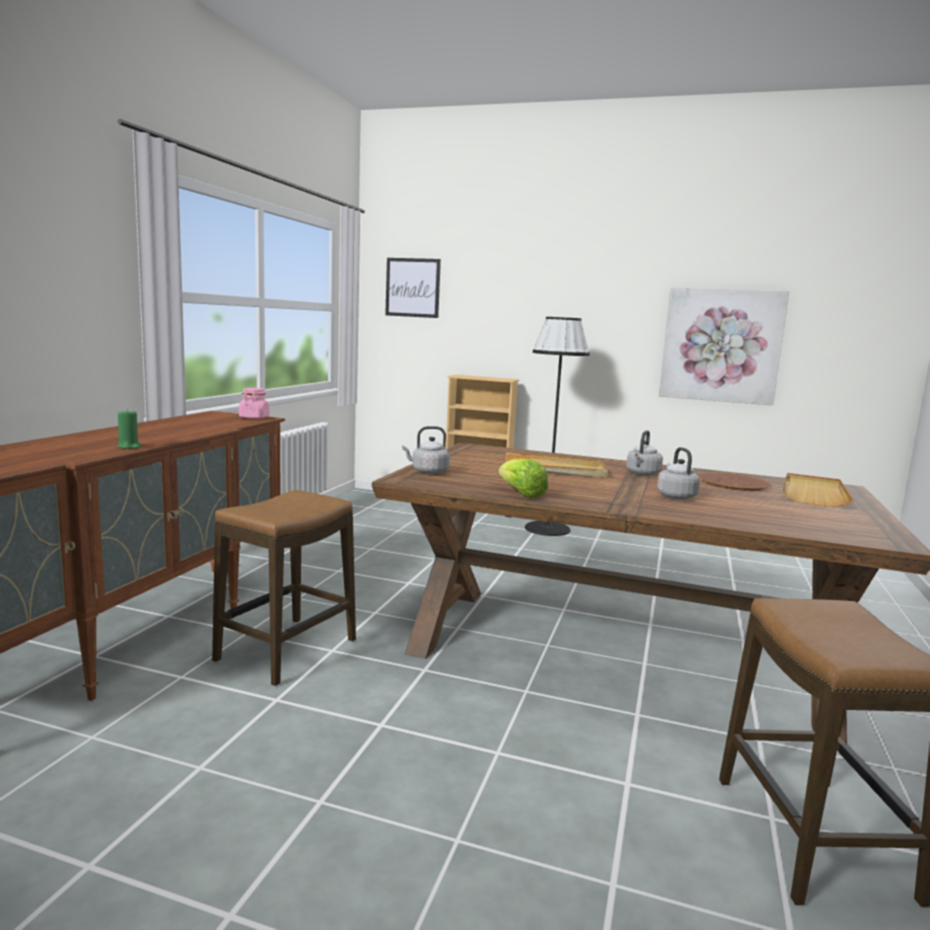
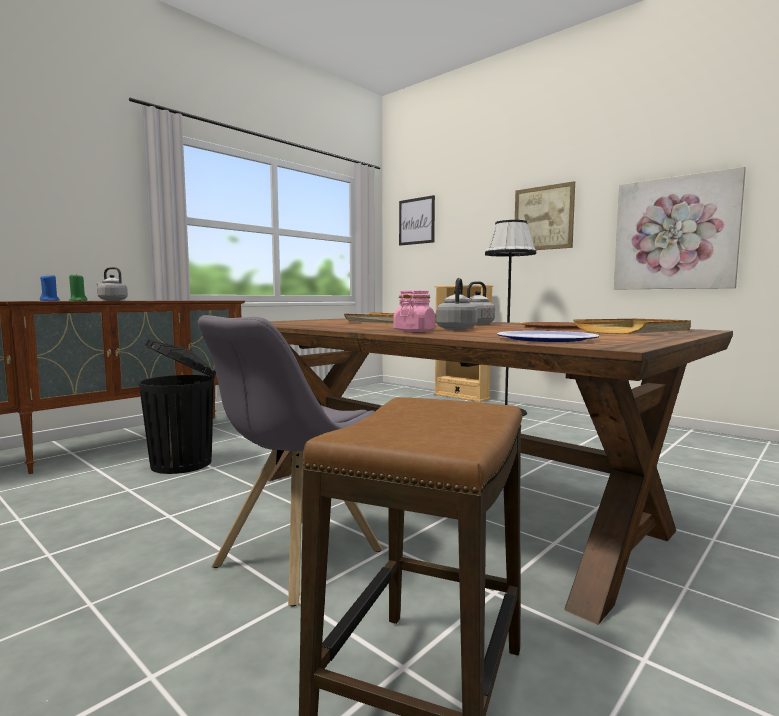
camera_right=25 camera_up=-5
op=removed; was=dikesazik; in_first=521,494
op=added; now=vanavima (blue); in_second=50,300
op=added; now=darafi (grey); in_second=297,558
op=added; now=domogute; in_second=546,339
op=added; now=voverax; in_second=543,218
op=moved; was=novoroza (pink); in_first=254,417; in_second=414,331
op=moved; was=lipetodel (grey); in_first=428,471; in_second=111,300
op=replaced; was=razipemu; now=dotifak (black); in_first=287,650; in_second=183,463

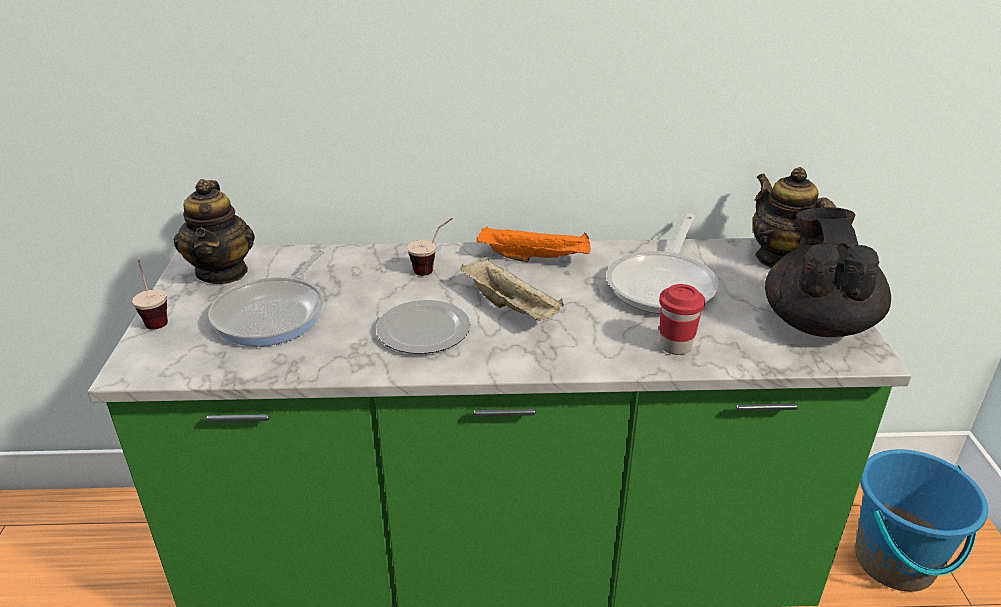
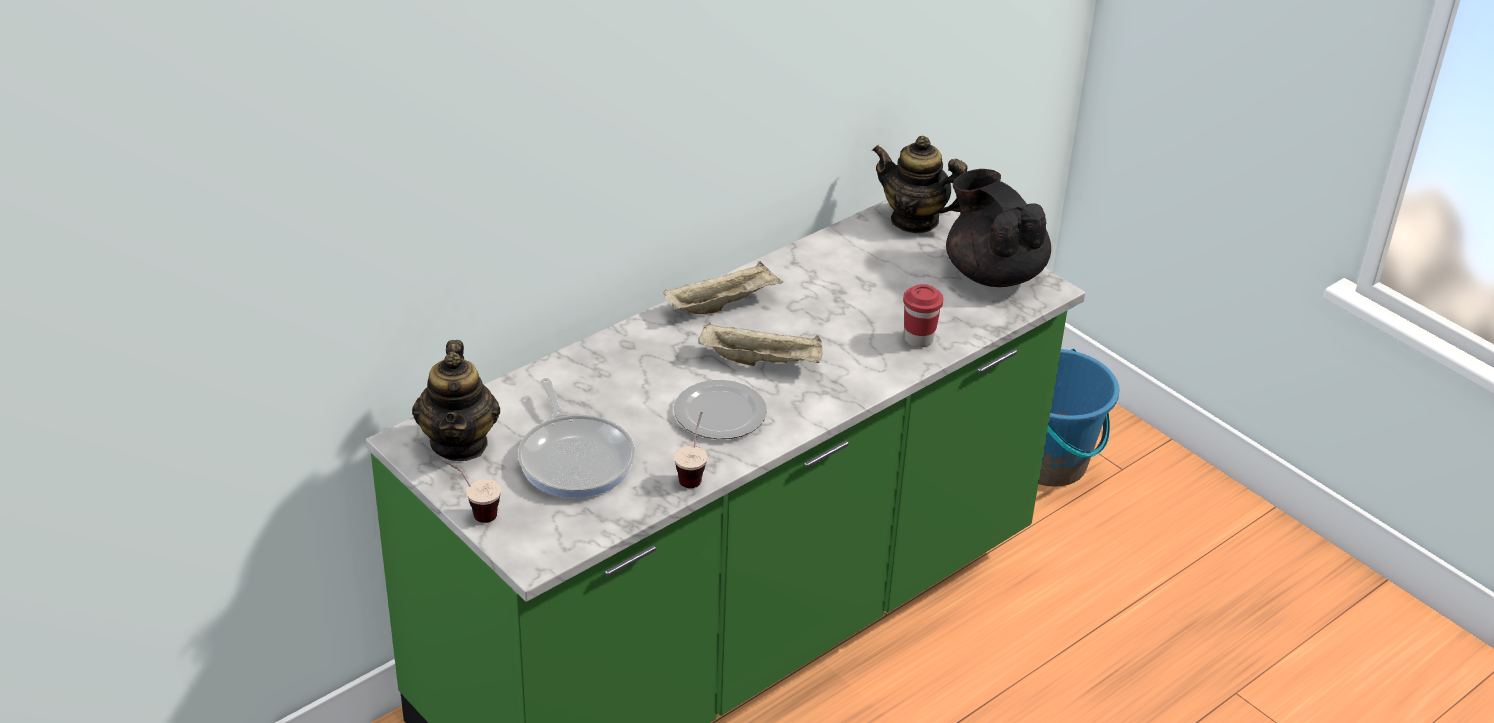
camera_right=-40 camera_up=5
op=removed; was=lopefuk; in_first=664,284
op=moved; was=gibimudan; in_first=433,267; in_second=693,472
op=recoloured; was=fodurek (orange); now=fodurek (beige); in_first=535,258; in_second=723,304
op=turned; was=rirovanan; in_first=222,272; in_second=460,443; clockwise=45

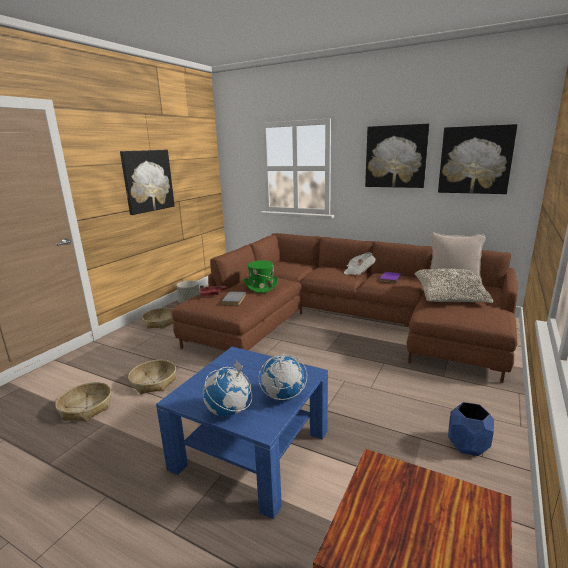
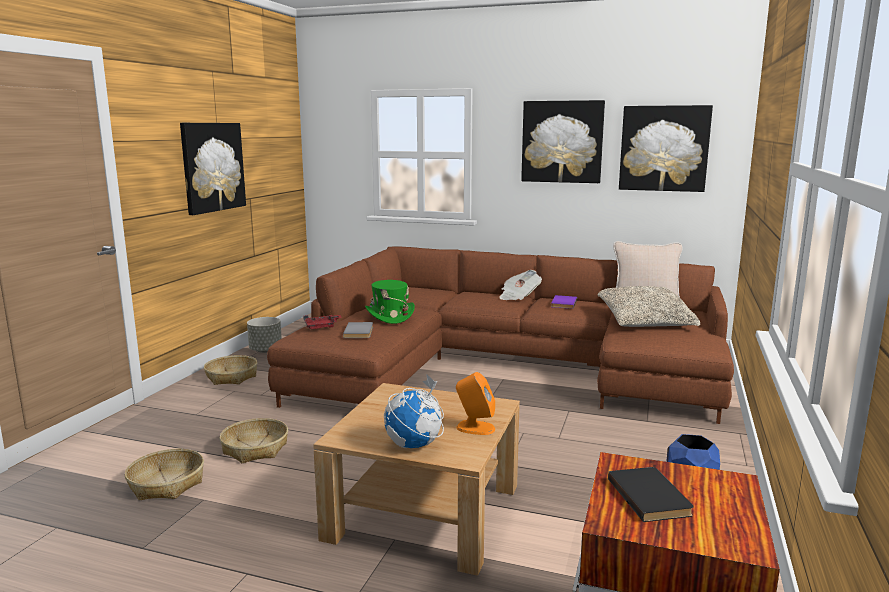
camera_right=-10 camera_up=-5
op=added; now=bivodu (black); in_second=651,496
op=replaced; was=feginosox; now=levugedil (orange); in_first=283,396; in_second=475,428
op=recoloured; was=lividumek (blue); now=lividumek (brown); in_first=251,449; in_second=424,512

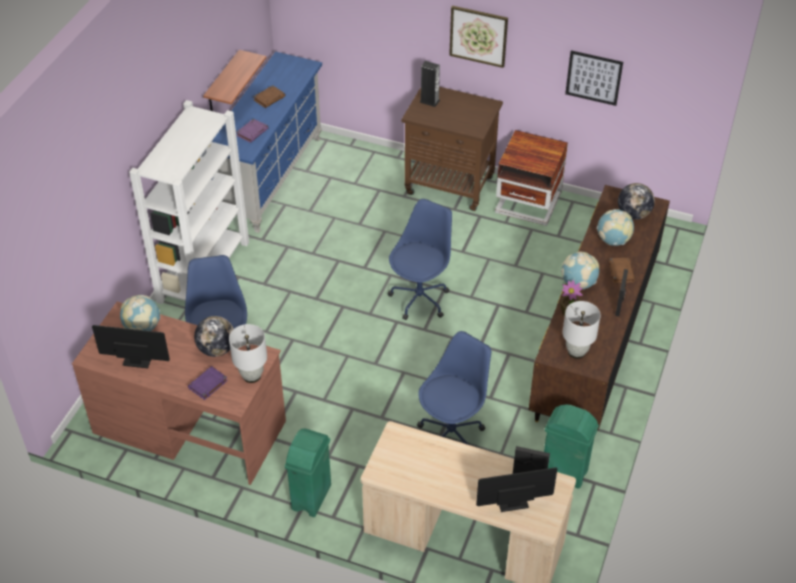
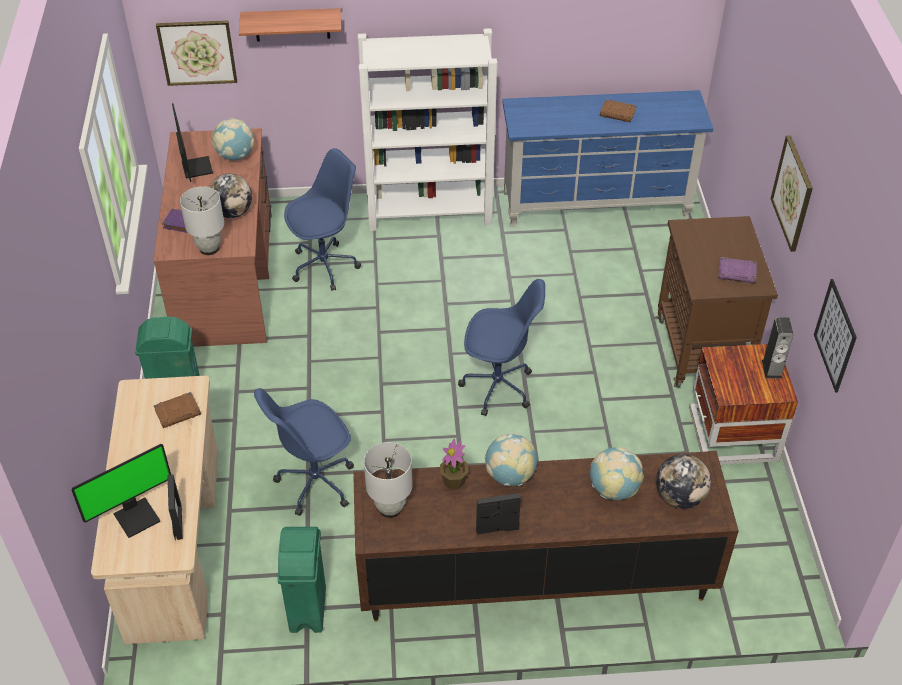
camera_right=65 camera_up=0
op=added; now=voverax; in_second=197,52
op=moved; was=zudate; in_first=222,83; in_second=292,24
op=moved; was=bivodu (purple); in_first=252,132; in_second=737,273
op=moved; was=levugedil; in_first=429,101; in_second=772,369
op=moved; was=bivodu (brown); in_first=620,272; in_second=178,412
op=turned; was=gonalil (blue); in_first=452,434; in_second=314,484; clockwise=135
op=turned; was=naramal; in_first=511,500; in_second=136,516; clockwise=90

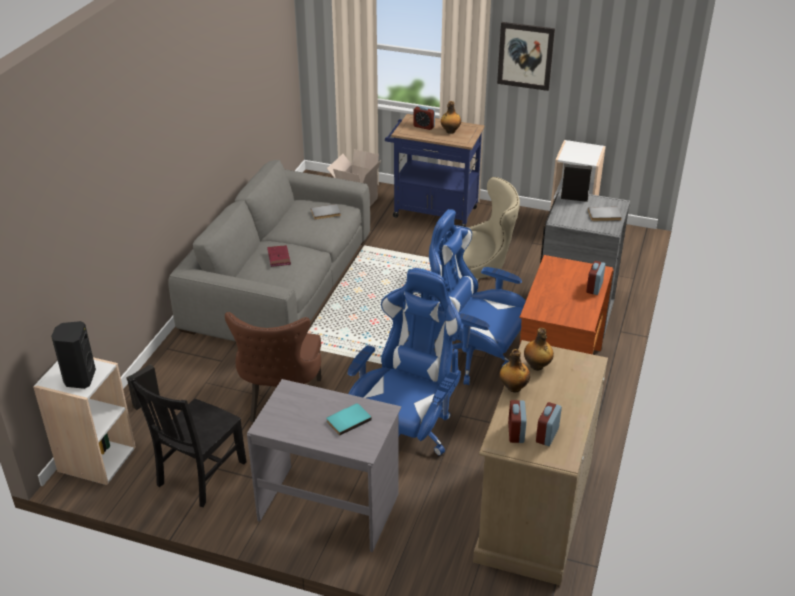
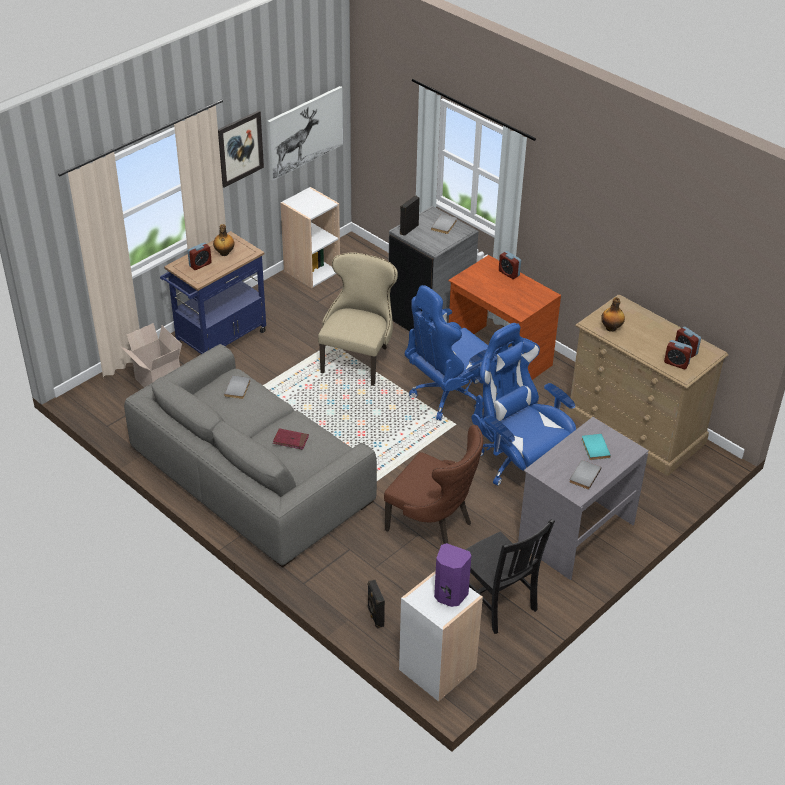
camera_right=-65 camera_up=5
op=removed; was=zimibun; in_first=513,388
op=added; now=voverax; in_second=305,132
op=added; now=bivodu (grey); in_second=583,475
op=recoloured; was=levugedil (black); now=levugedil (purple); in_first=79,378; in_second=449,595

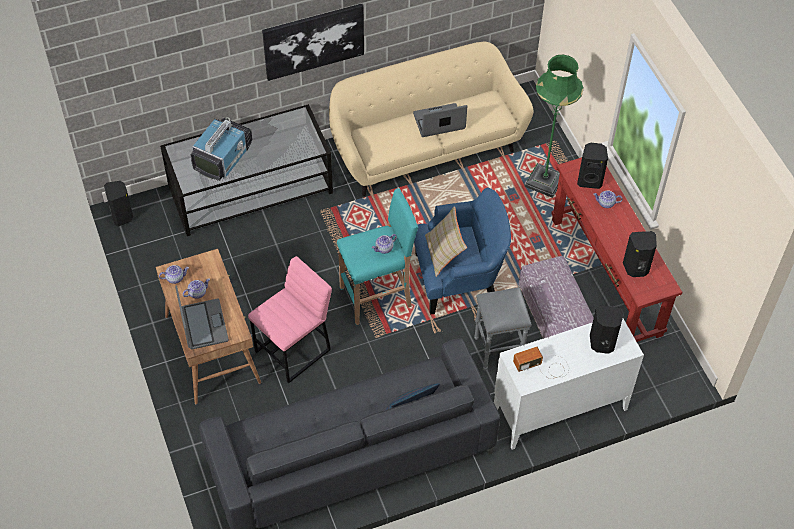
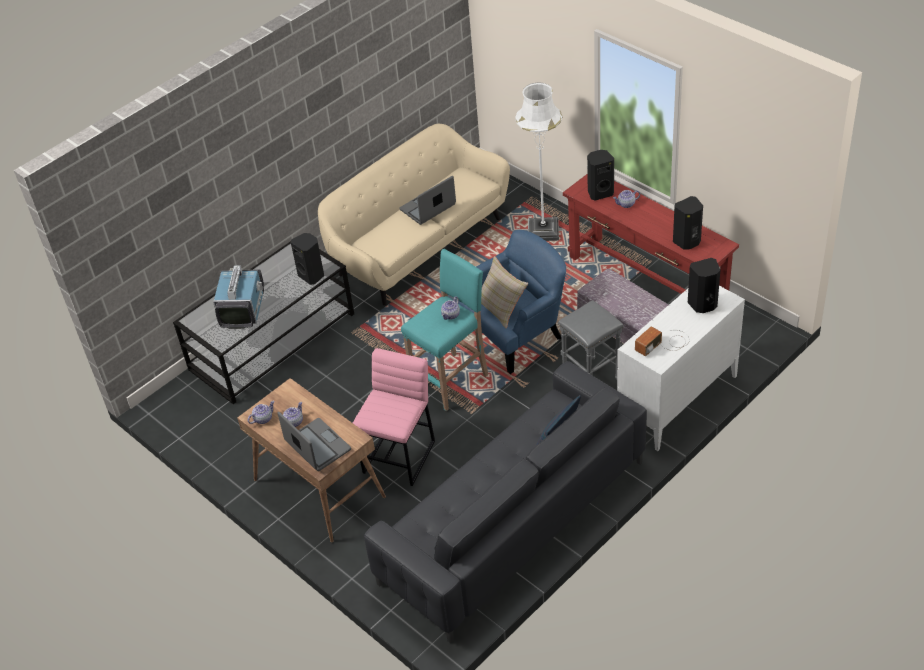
camera_right=-20 camera_up=-10
op=removed; was=voverax; in_first=313,41
op=moved; was=levugedil (black); in_first=122,216; in_second=312,275
op=recoloured; was=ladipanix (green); now=ladipanix (white); in_first=544,182; in_second=543,231

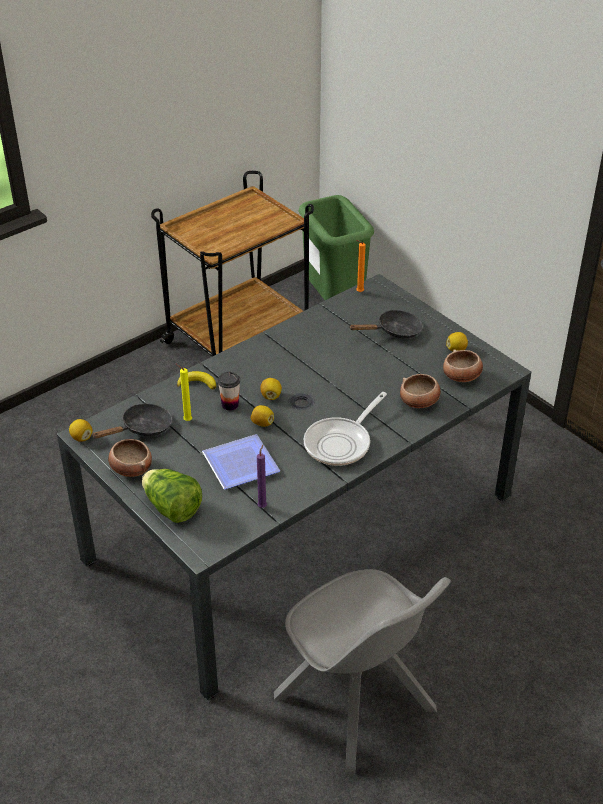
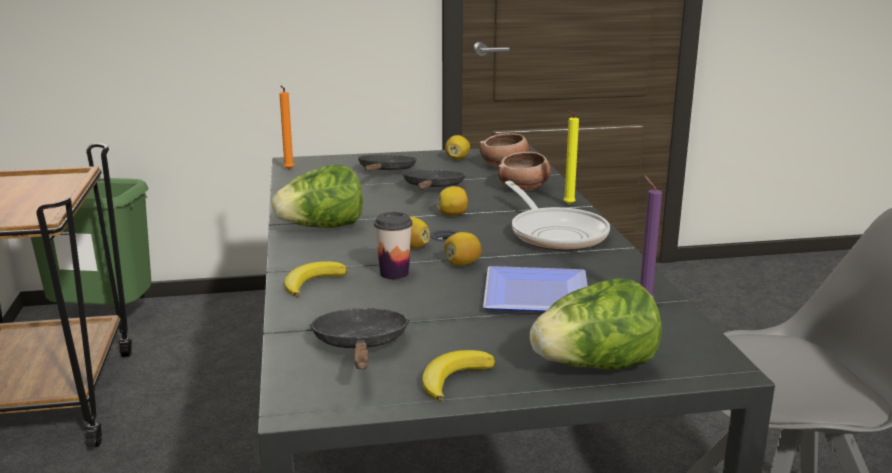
camera_right=-60 camera_up=-20
op=added; now=dikesazik; in_second=322,228
op=added; now=lopefuk (black); in_second=432,188
op=moved; was=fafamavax; in_first=81,438; in_second=453,214
op=moved; was=vanavima (yellow); in_first=186,420; in_second=567,205
op=replaced; was=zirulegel; now=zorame; in_first=131,468; in_second=454,379

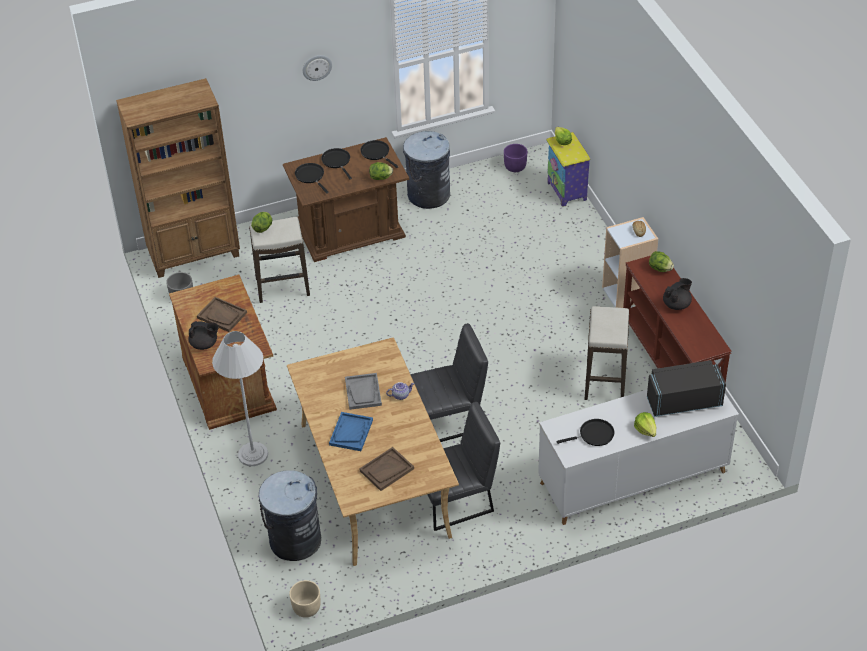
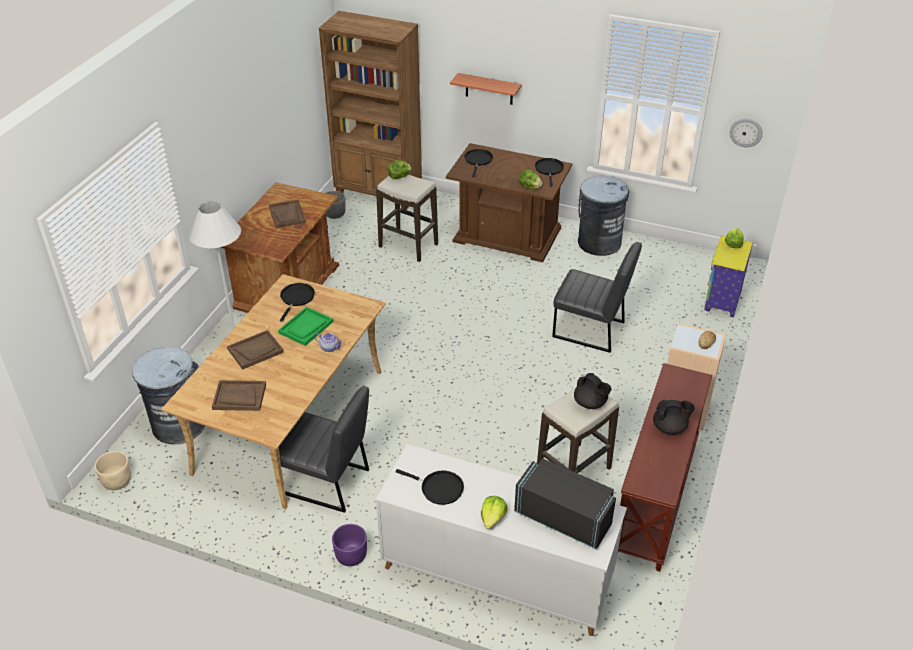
camera_right=40 camera_up=-5
op=removed; was=dikesazik; in_first=660,269
op=added; now=zudate; in_second=489,89
op=moved; was=rirovanan (black); in_first=204,344; in_second=590,403
op=moved; was=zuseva; in_first=317,67; in_second=746,132
op=moved; was=lopefuk (black); in_first=337,161; in_second=296,298
op=moved; was=darafi (grey); in_first=448,420; in_second=590,330
op=moved; was=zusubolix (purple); in_first=515,167; in_second=351,555
op=recoloured; was=fodurek (blue); now=fodurek (brown); in_first=351,432; in_second=255,350
op=recoloured; was=fodurek (grey); now=fodurek (green); in_first=363,392; in_second=306,327

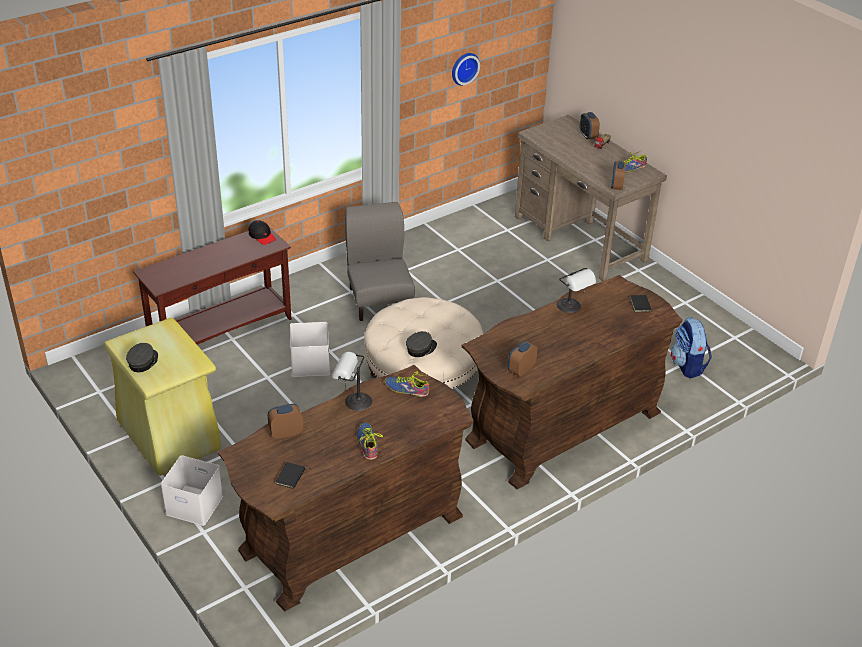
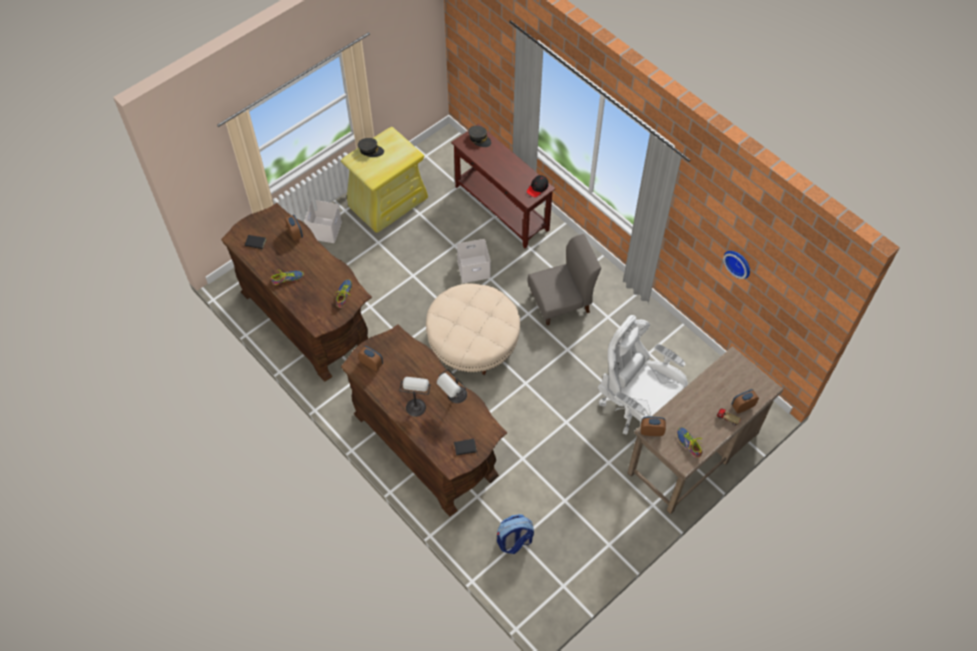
camera_right=85 camera_up=20
op=added; now=gonalil (white); in_second=638,407
op=moved; was=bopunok; in_first=352,401; in_second=416,403
op=moved; was=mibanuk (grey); in_first=421,349; in_second=479,139

